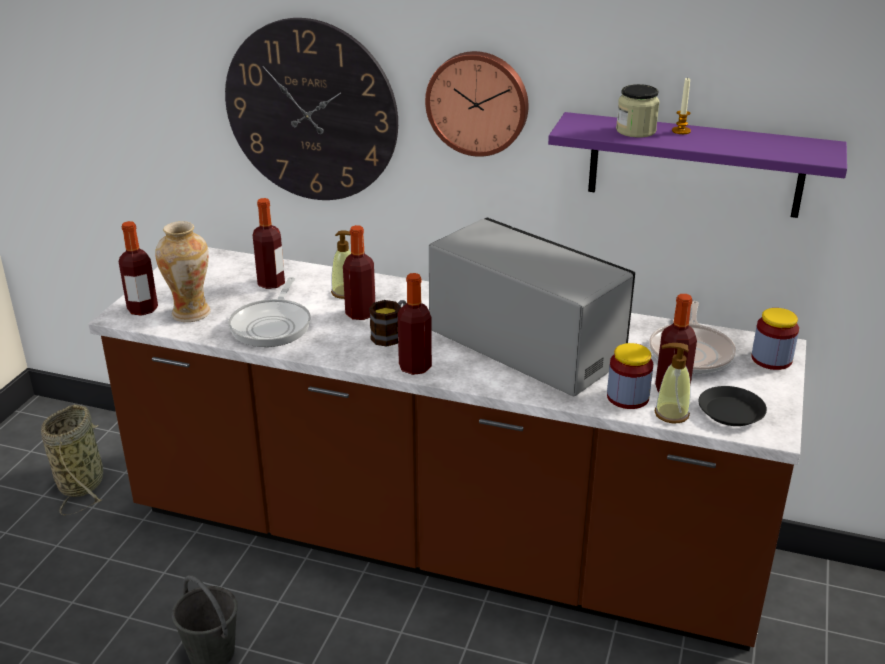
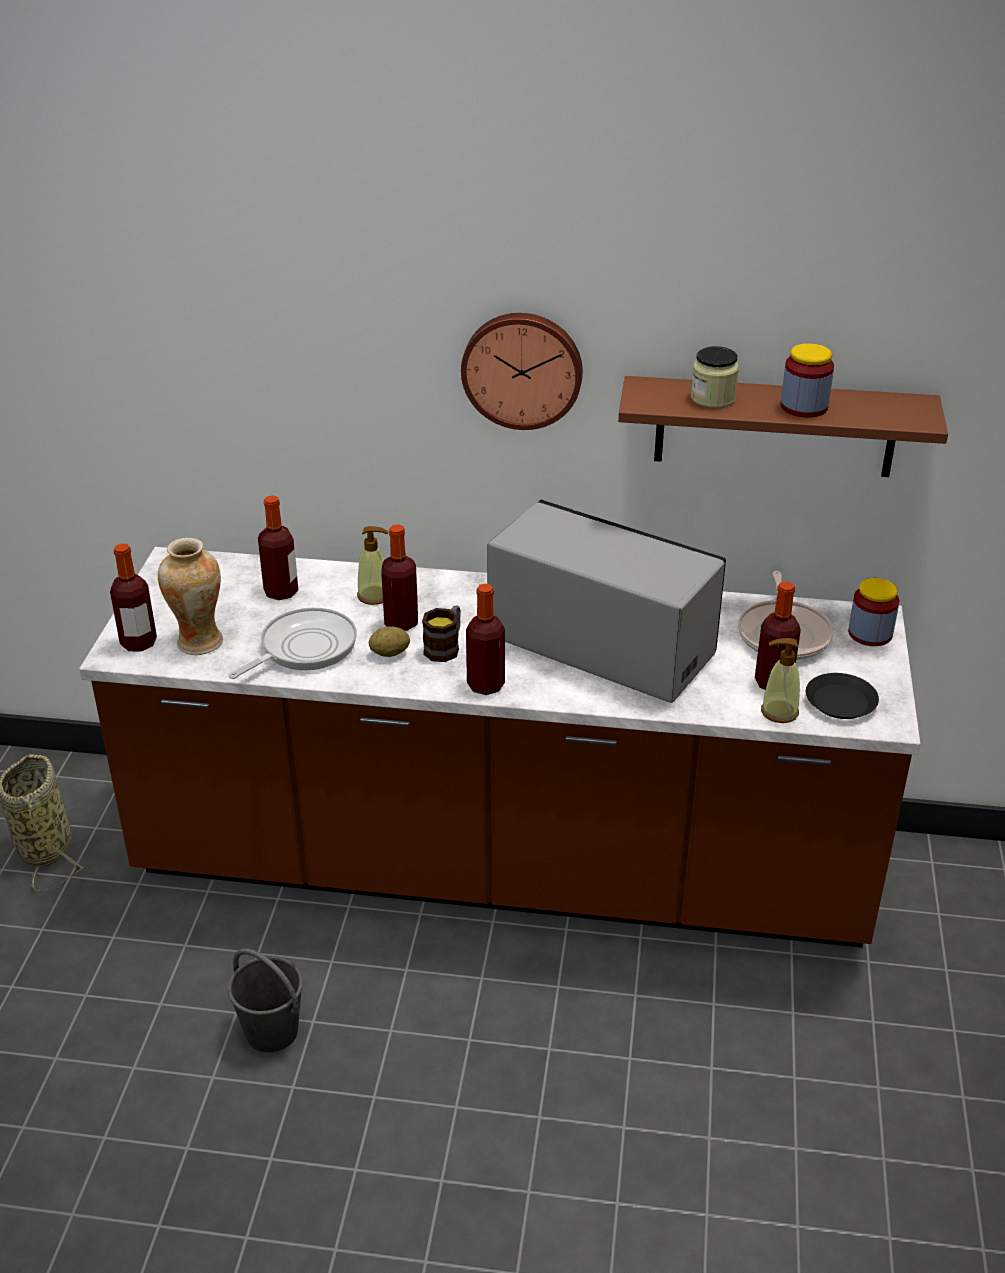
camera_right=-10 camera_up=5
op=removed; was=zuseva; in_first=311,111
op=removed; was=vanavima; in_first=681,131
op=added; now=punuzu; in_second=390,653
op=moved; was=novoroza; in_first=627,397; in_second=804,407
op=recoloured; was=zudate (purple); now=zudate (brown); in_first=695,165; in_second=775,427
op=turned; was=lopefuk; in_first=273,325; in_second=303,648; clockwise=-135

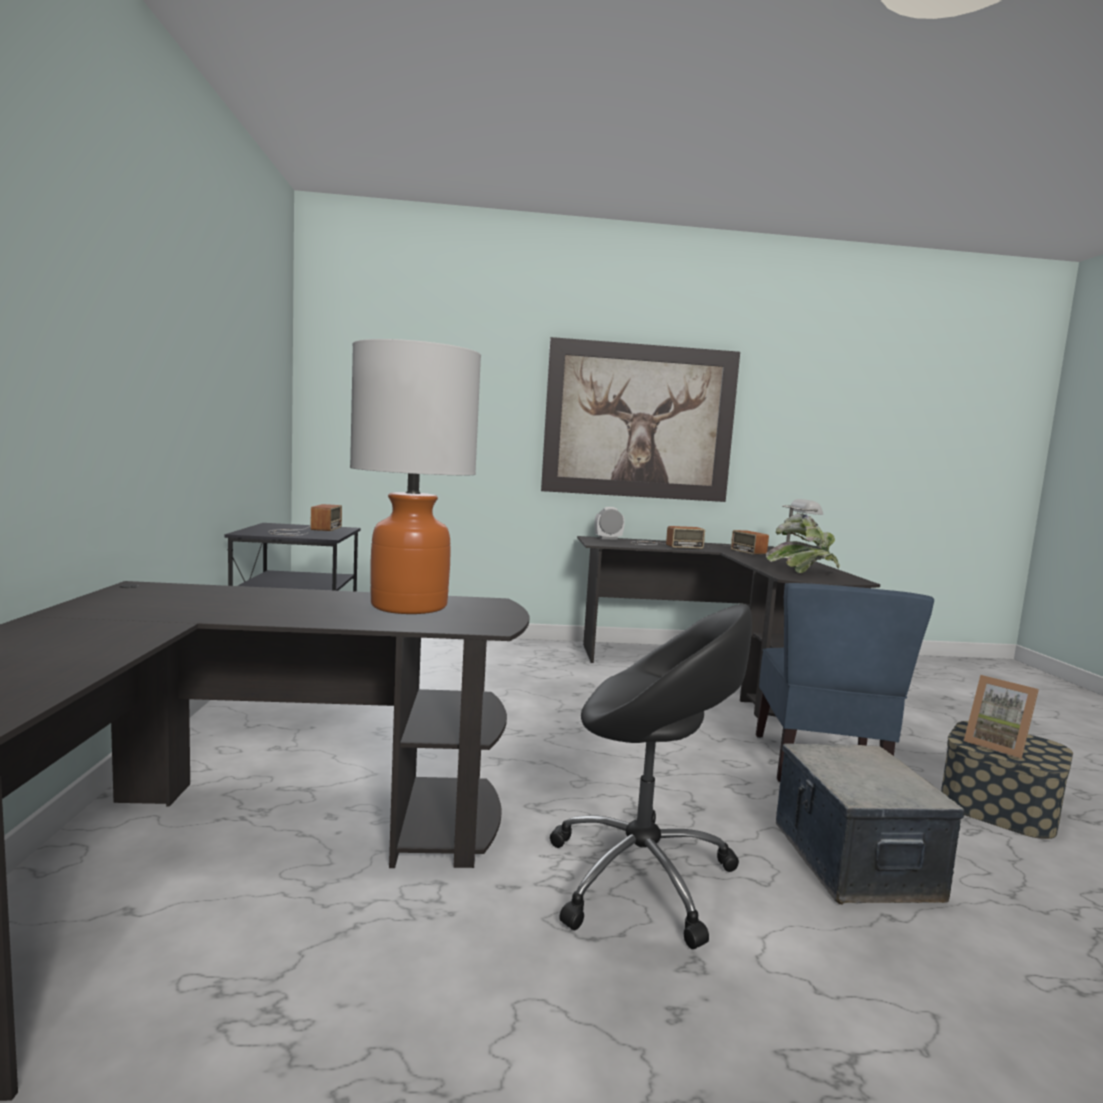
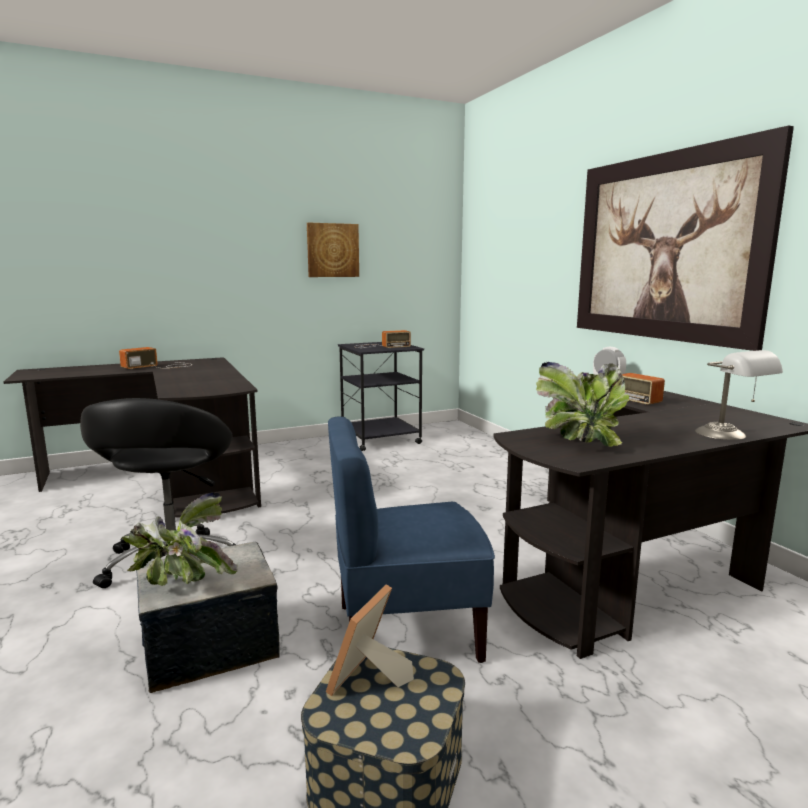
camera_right=70 camera_up=5
op=removed; was=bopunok; in_first=409,606
op=added; now=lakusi; in_second=180,585
op=added; now=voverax; in_second=332,250
op=moved; was=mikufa; in_first=745,549; in_second=160,366

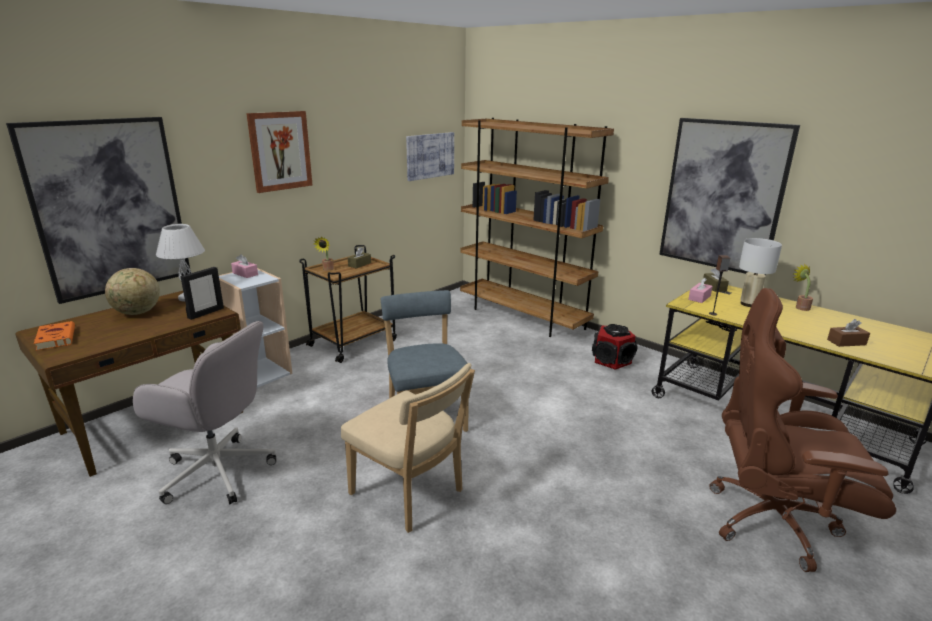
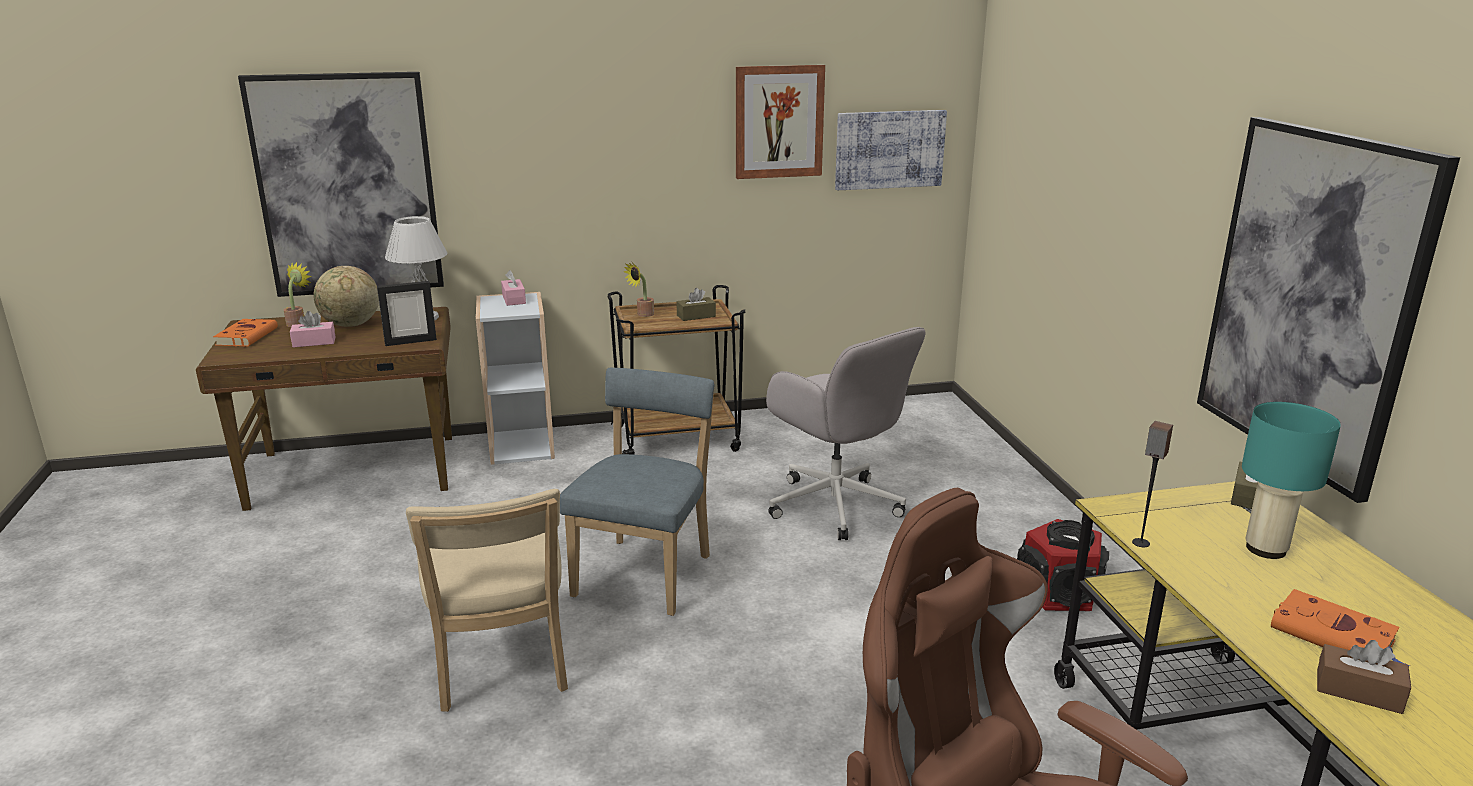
camera_right=35 camera_up=0
op=removed; was=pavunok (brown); in_first=522,317
op=added; now=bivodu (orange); in_second=1336,636
op=moved; was=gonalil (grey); in_first=218,473; in_second=835,507
op=moved; was=voverax; in_first=280,151; in_second=779,122
op=moved; was=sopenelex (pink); in_first=699,298; in_second=314,342
op=moved; was=lakusi; in_first=800,307; in_second=298,323
op=recoloured; was=bopunok (white); now=bopunok (turquoise); in_first=749,304; in_second=1266,550

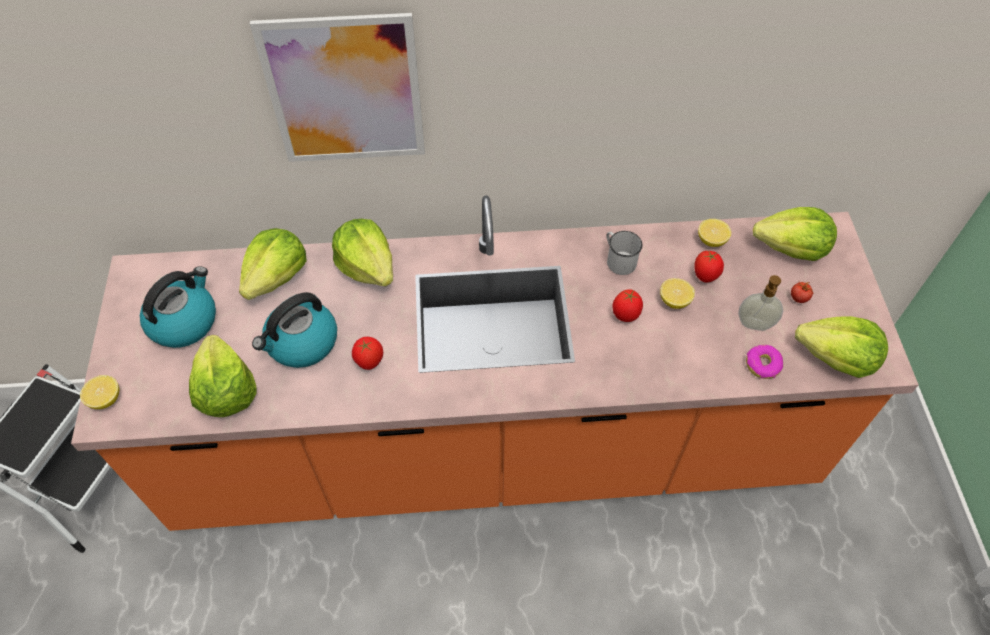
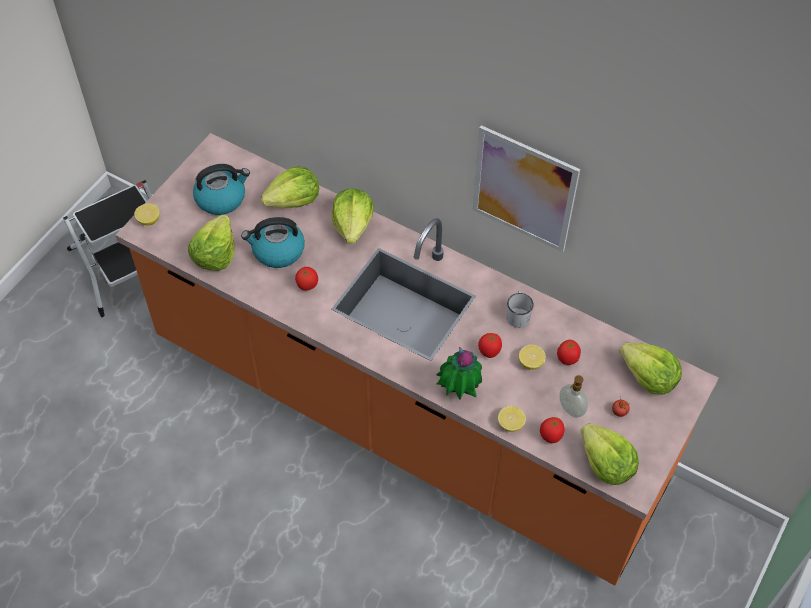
camera_right=35 camera_up=0
op=added; now=lakusi; in_second=458,393
op=moved; was=voverax; in_first=345,91; in_second=524,189
op=moved; was=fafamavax; in_first=711,240; in_second=510,424
op=replaced; was=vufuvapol; now=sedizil; in_first=762,365; in_second=550,437

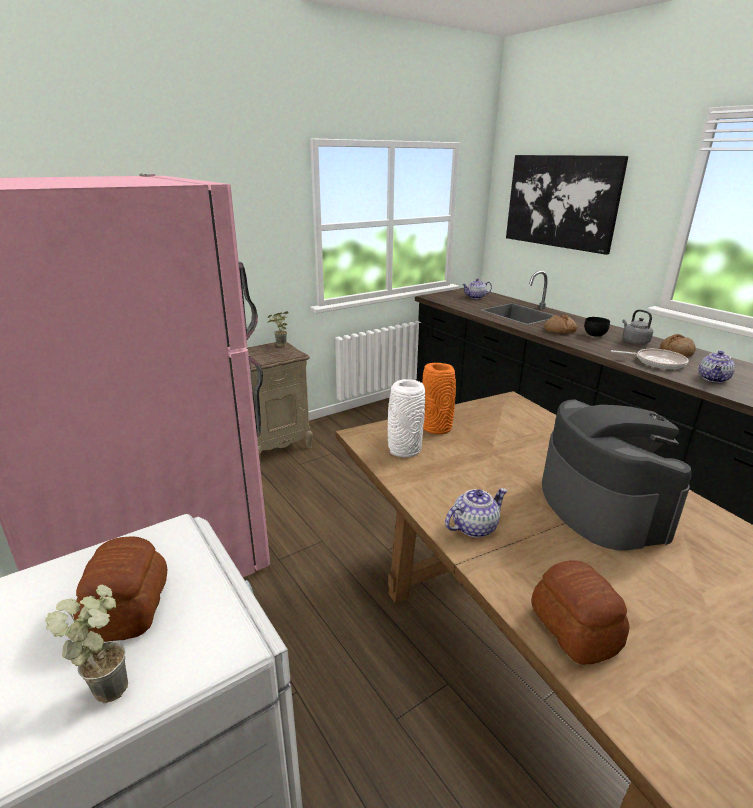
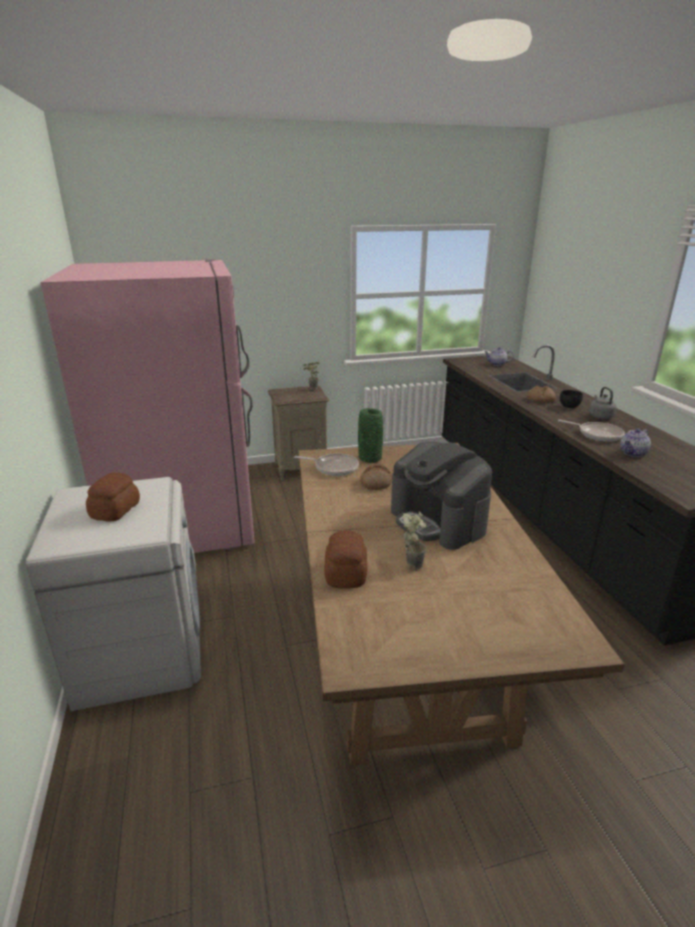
camera_right=20 camera_up=0
op=removed; was=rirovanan; in_first=474,527
op=removed; was=voverax; in_first=561,202
op=moved; was=lakusi; in_first=110,682; in_second=413,562
op=moved; was=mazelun; in_first=676,352; in_second=376,483
op=replaced; was=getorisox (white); now=lopefuk; in_first=403,449; in_second=334,467
op=recoloured; was=getorisox (orange); now=getorisox (green); in_first=437,428; in_second=370,458
op=turned; was=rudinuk; in_first=601,505; in_second=438,521; clockwise=135

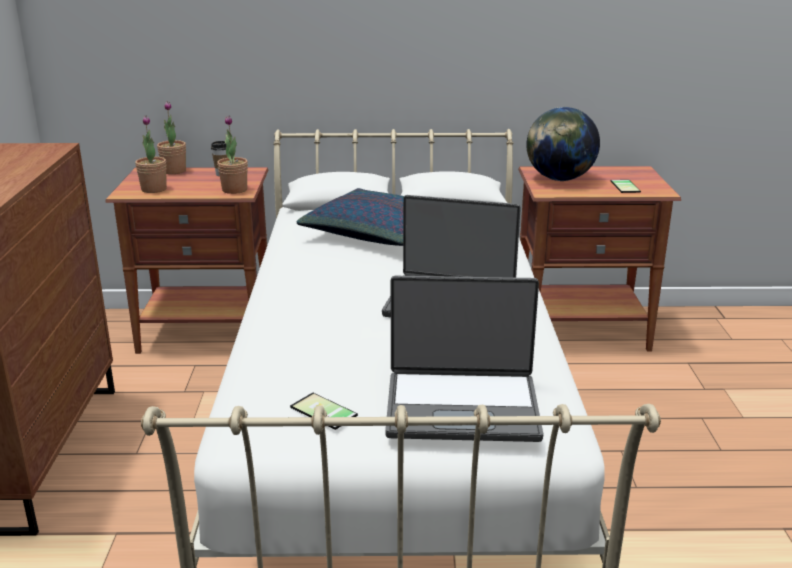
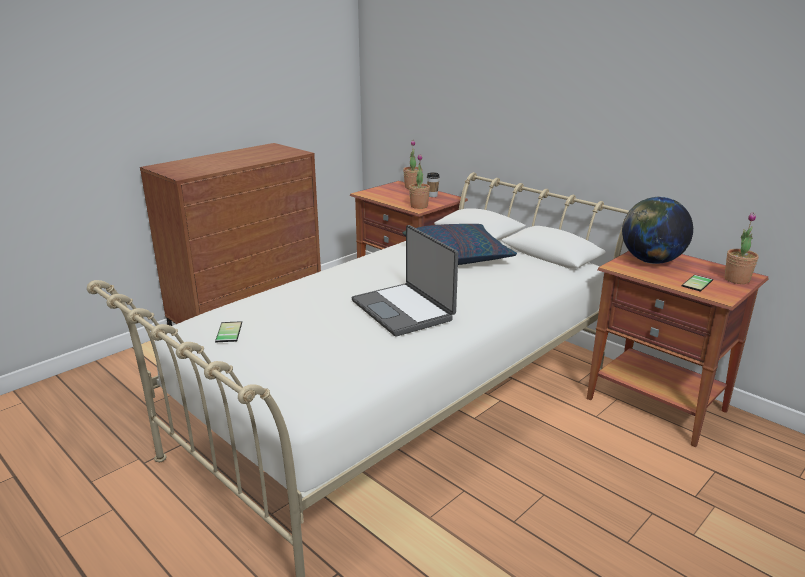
camera_right=45 camera_up=0
op=removed; was=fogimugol; in_first=462,406
op=moved; was=lakusi; in_first=154,189; in_second=736,279

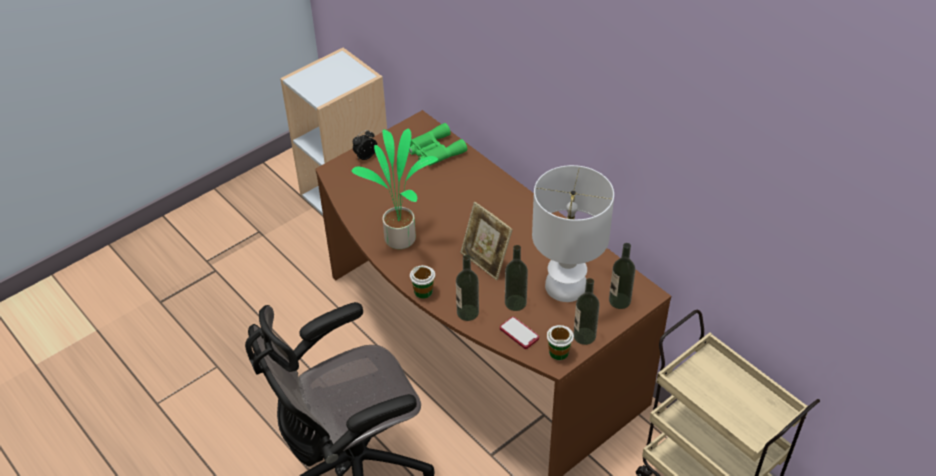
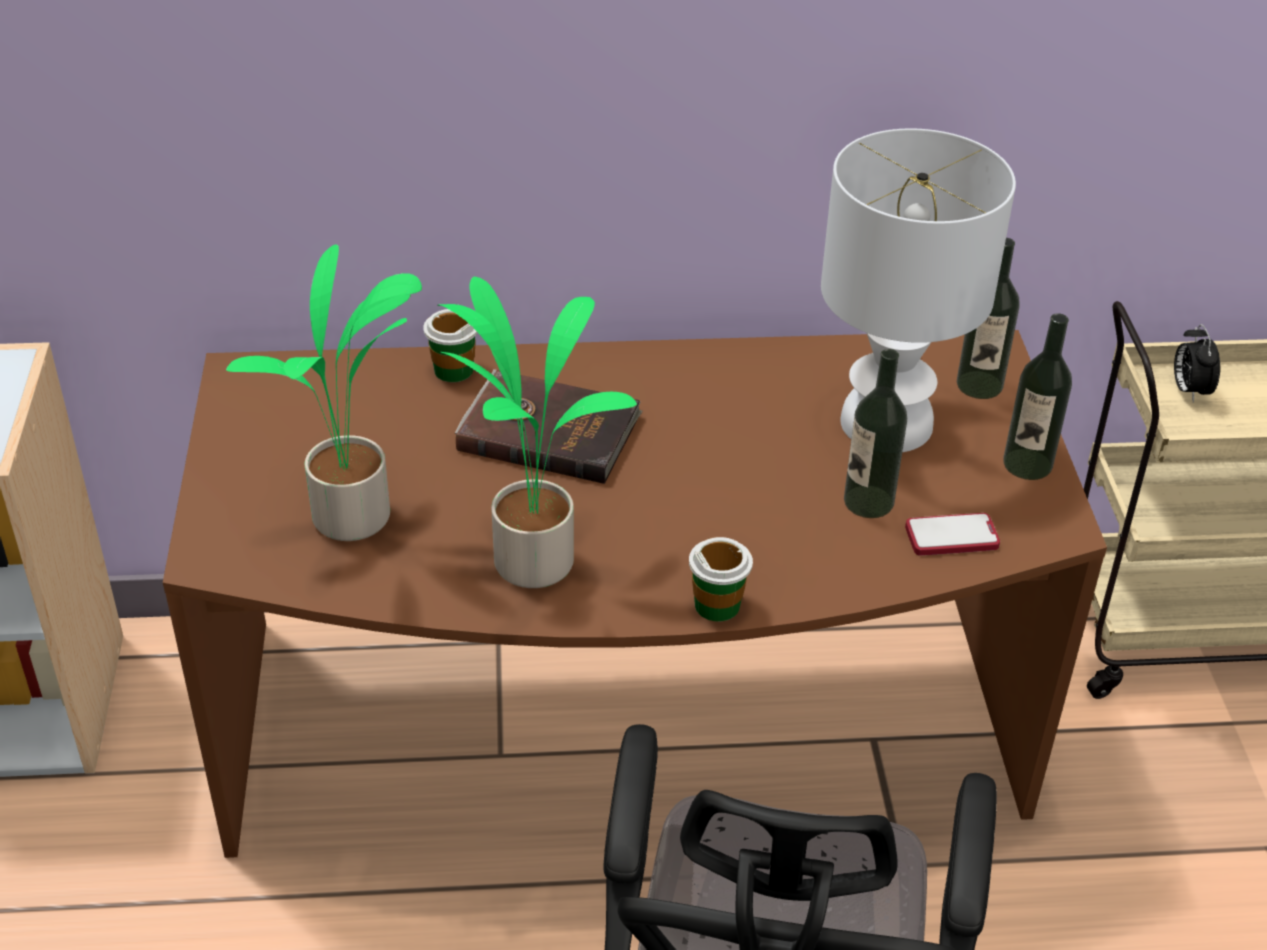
camera_right=-55 camera_up=-5
op=removed; was=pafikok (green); in_first=434,151
op=removed; was=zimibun; in_first=467,312
op=removed; was=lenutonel; in_first=485,261
op=added; now=lakusi; in_second=355,521
op=added; now=bivodu (brown); in_second=548,431
op=moved; was=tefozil; in_first=365,156; in_second=1189,390
op=moved; was=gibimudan; in_first=558,352; in_second=453,370

